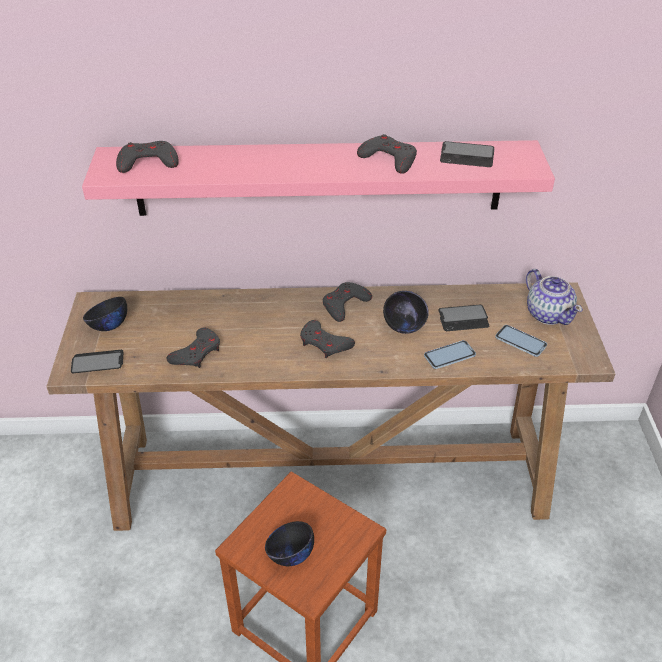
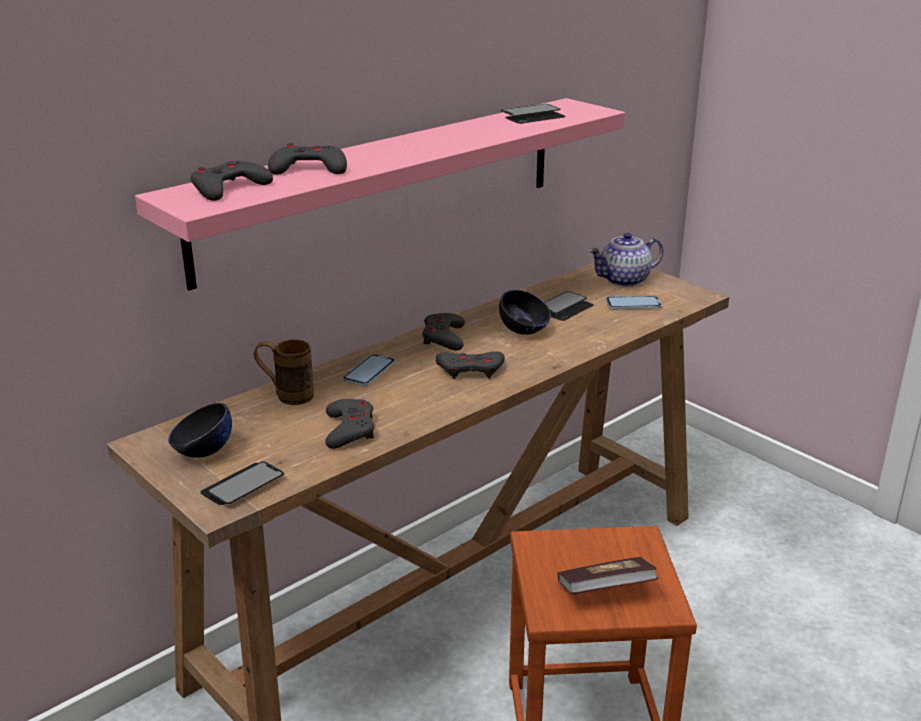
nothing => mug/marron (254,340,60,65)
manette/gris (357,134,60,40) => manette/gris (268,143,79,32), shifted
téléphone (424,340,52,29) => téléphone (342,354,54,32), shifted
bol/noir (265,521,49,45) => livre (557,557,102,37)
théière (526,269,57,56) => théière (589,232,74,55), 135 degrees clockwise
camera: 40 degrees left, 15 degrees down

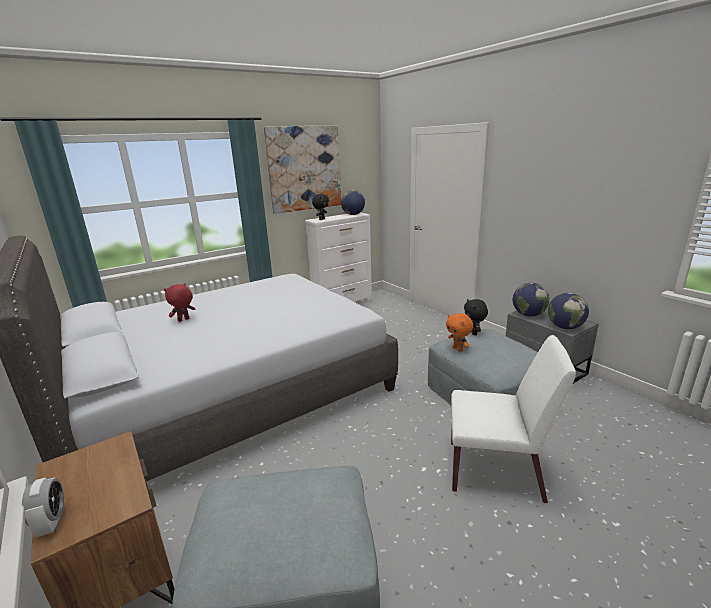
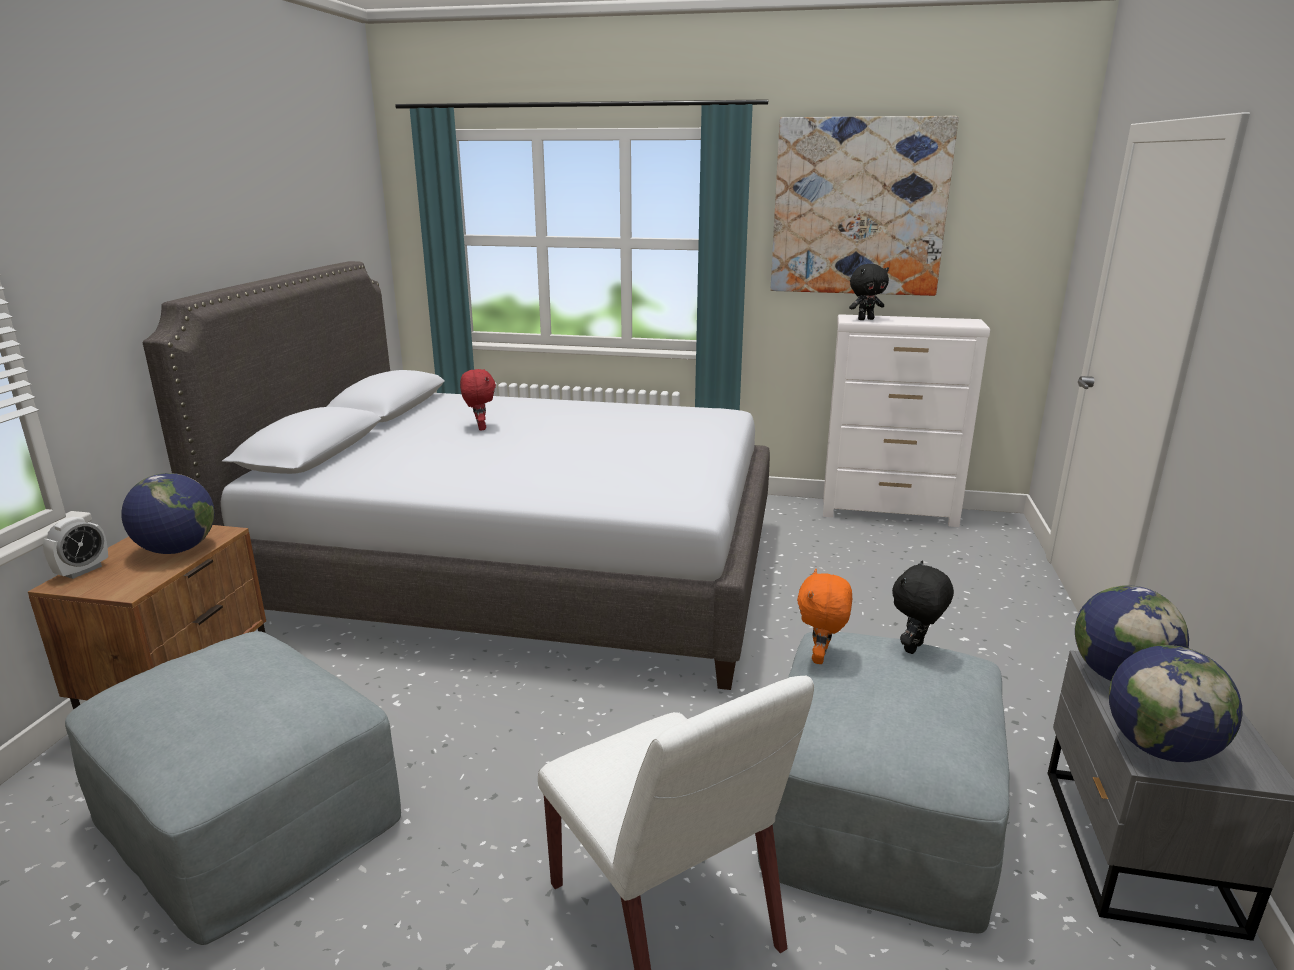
globe (341,190,24,25) => globe (121,473,94,81), shifted
peluche/rouge (164,283,31,39) => peluche/rouge (460,369,36,62), 75 degrees clockwise
camera: 45 degrees right, 0 degrees up

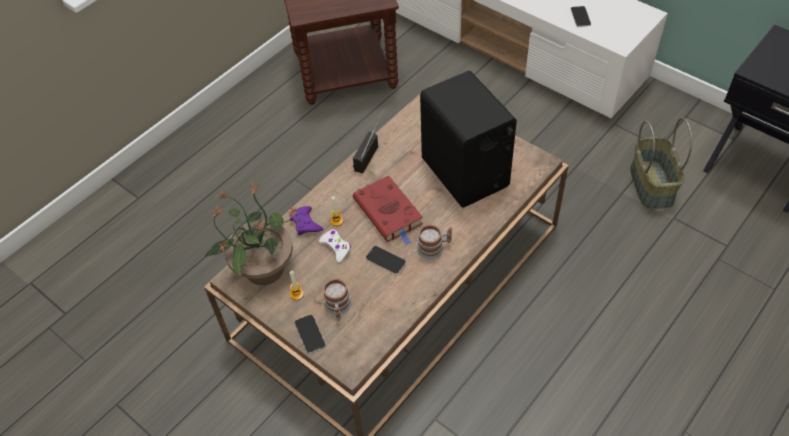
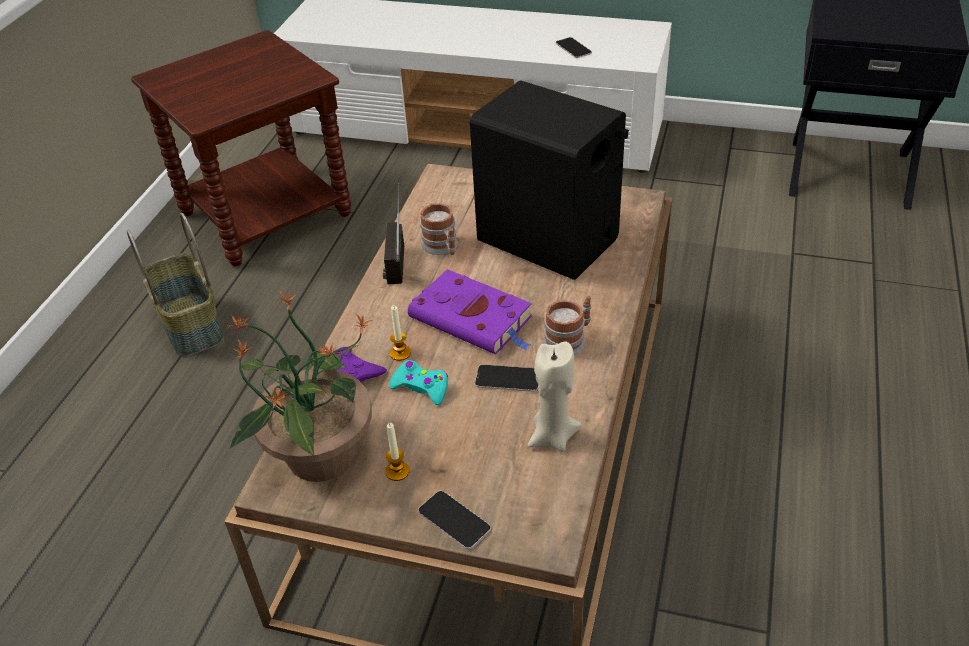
panier (630,118,62,91) => panier (127,213,97,143), shifted
manette/blanc (319,229,32,34) => manette/turquoise (389,360,59,45)
livre/rouge (353,175,70,70) => livre/violet (408,269,124,85)
mug (323,278,29,43) => mug (420,203,38,52), shifted
nothing => bougie/beige (528,341,54,111)
camera: 25 degrees left, 10 degrees down

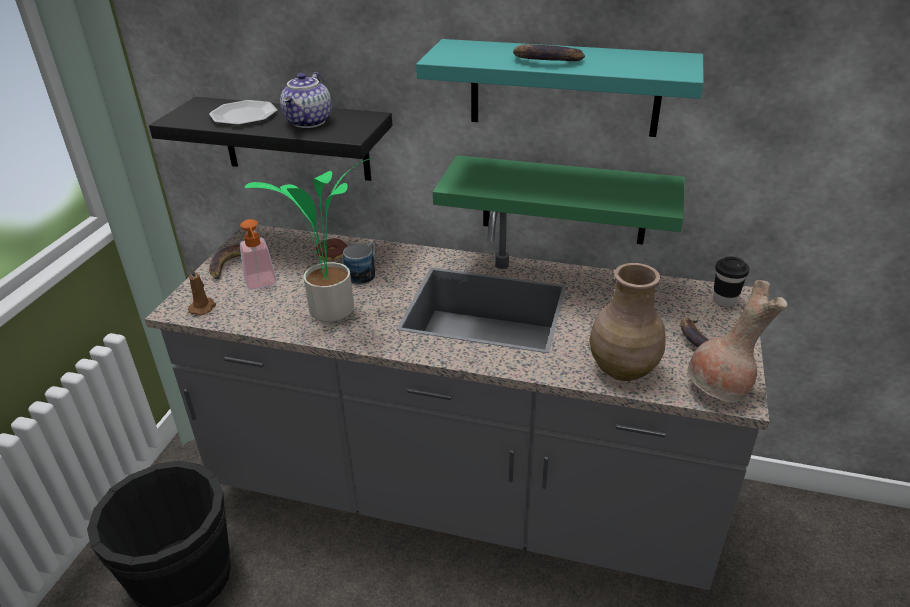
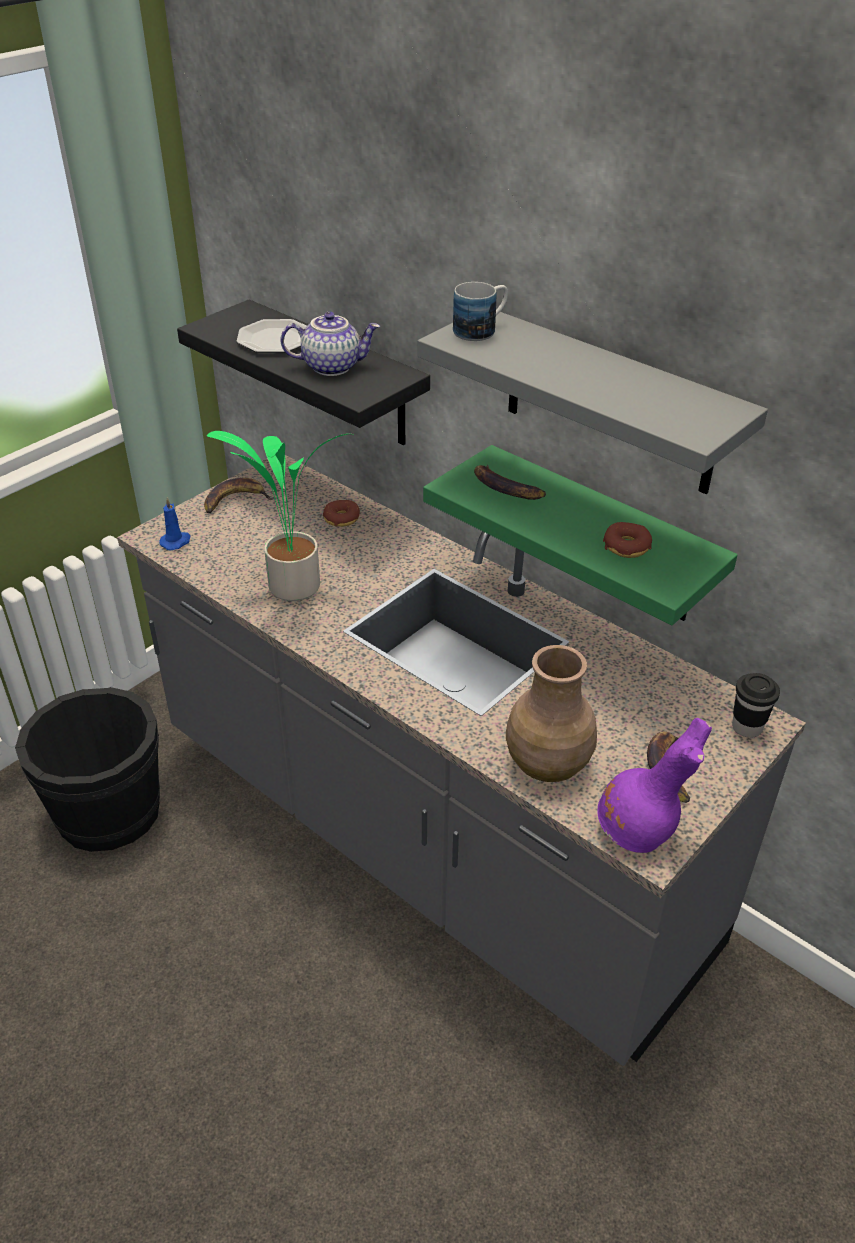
bougie/marron (188,267,28,48) => bougie/bleu (159,497,32,53)
théière (280,72,52,56) => théière (280,311,100,65), 135 degrees counterclockwise
étagère/turquoise (416,39,288,98) => étagère/gris (418,312,350,182)
mug (343,242,32,43) => mug (453,282,55,59), shifted
banane (513,45,72,16) => banane (474,464,72,36), shifted
vase/marron (687,280,100,123) => vase/violet (597,718,115,135)
nothing => beignet (603,522,49,36)
distributeur de savon (240,219,37,71) => nothing
camera: 25 degrees right, 5 degrees up

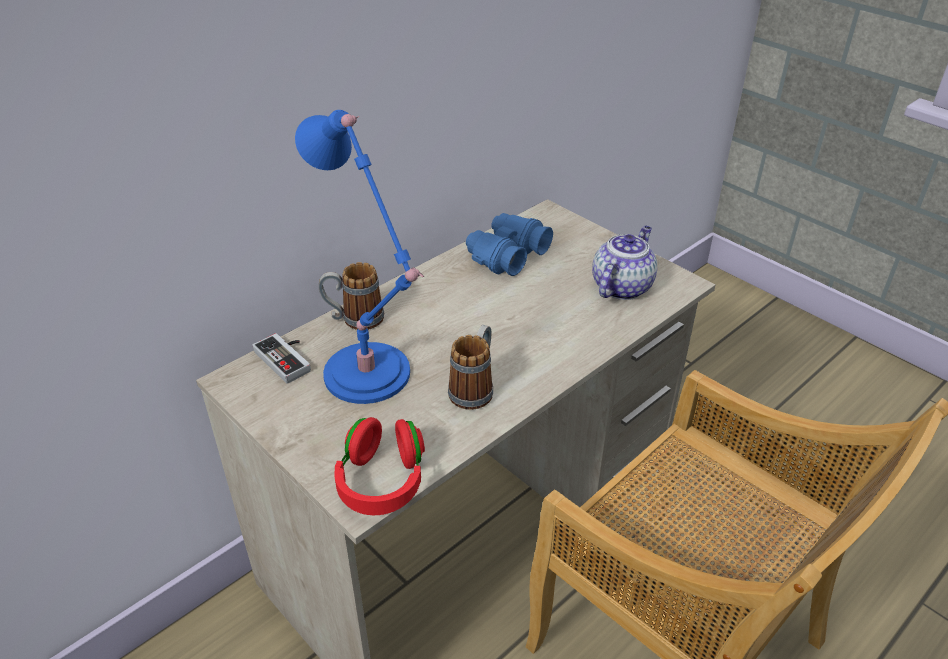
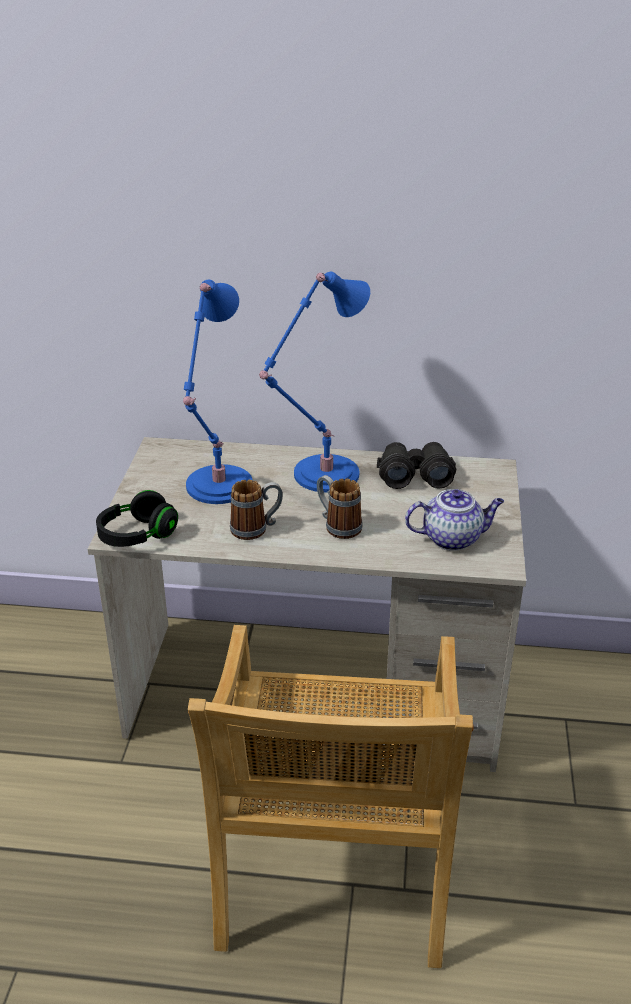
casque audio/rouge (334,417,91,98) => casque audio/noir (96,490,82,57)
nothing => lampe de table/bleu (259,272,111,221)
mug (319,262,65,68) => mug (317,475,46,64), shifted
jumelles/bleu (466,213,87,63) => jumelles/noir (377,442,79,47)
manette (253,333,58,51) => nothing
camera: 50 degrees right, 5 degrees down

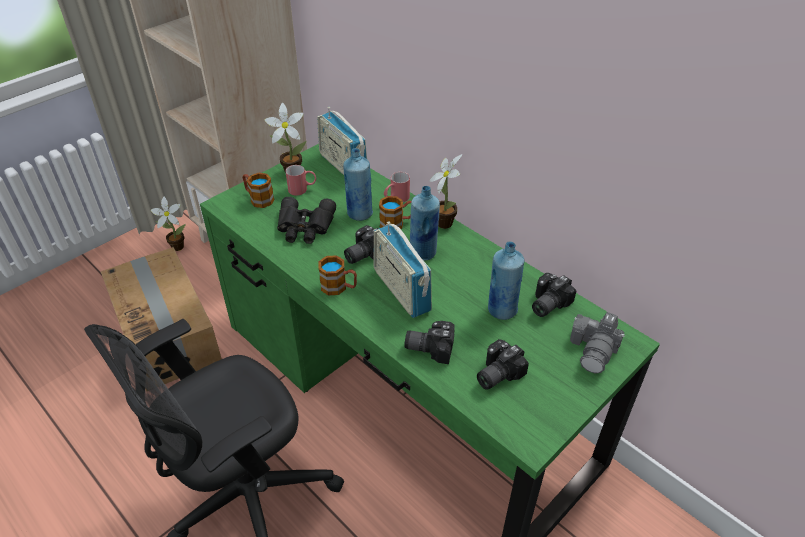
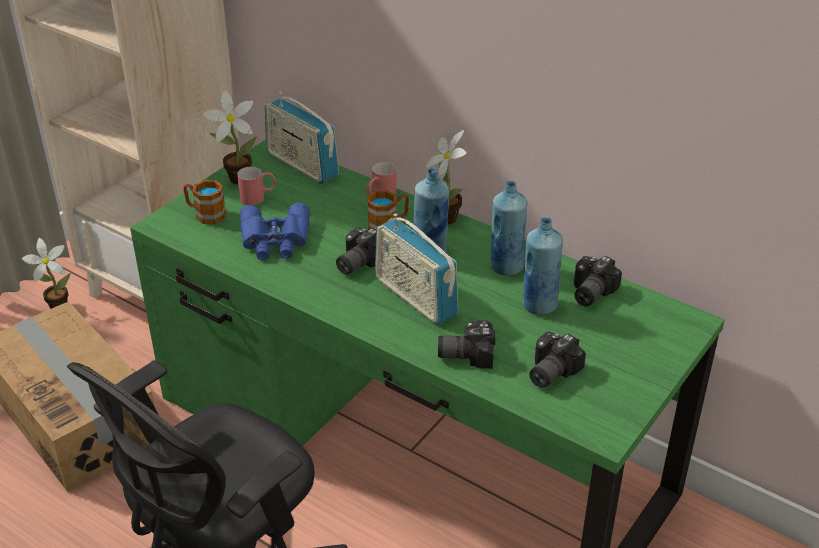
jumelles/noir (277,197,59,47) => jumelles/bleu (240,203,70,57)
bouteille/bleu (343,148,30,73) => bouteille/bleu (490,181,38,95), shifted
mug (318,255,39,40) => nothing
appareil photo (570,312,55,62) => nothing
camera: 10 degrees left, 5 degrees down

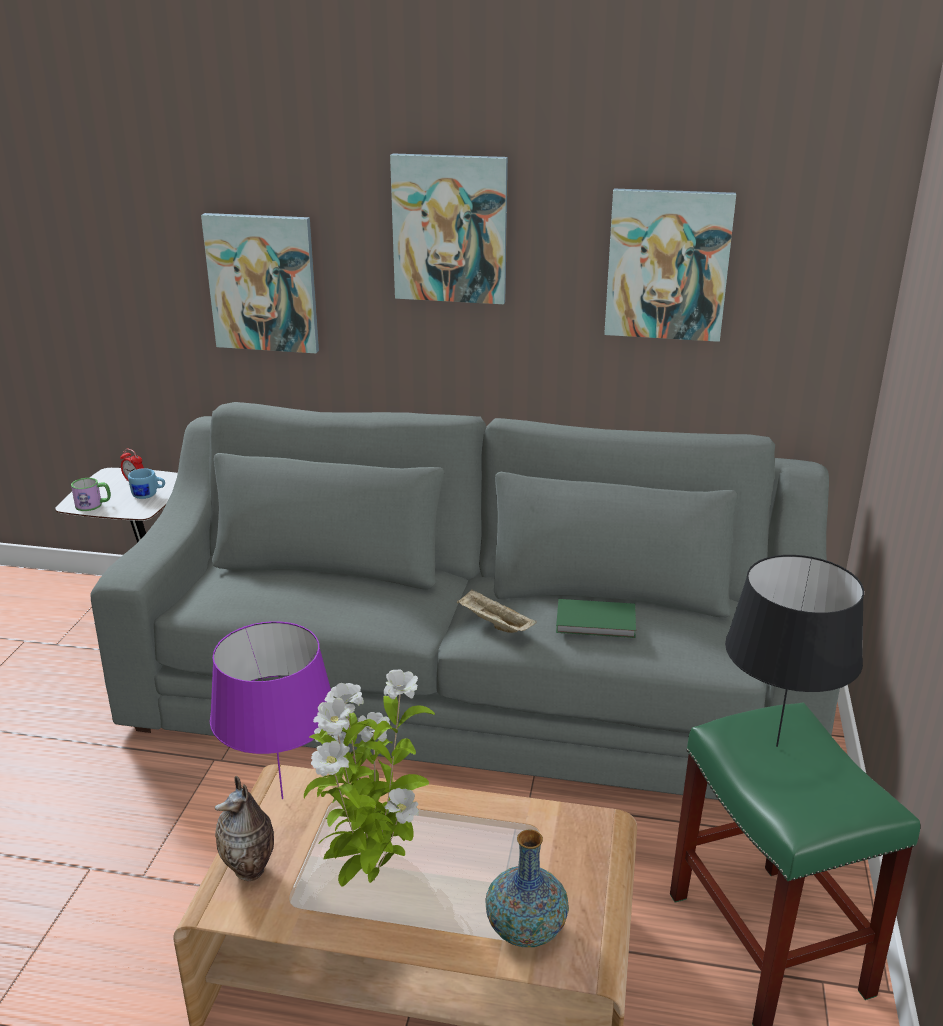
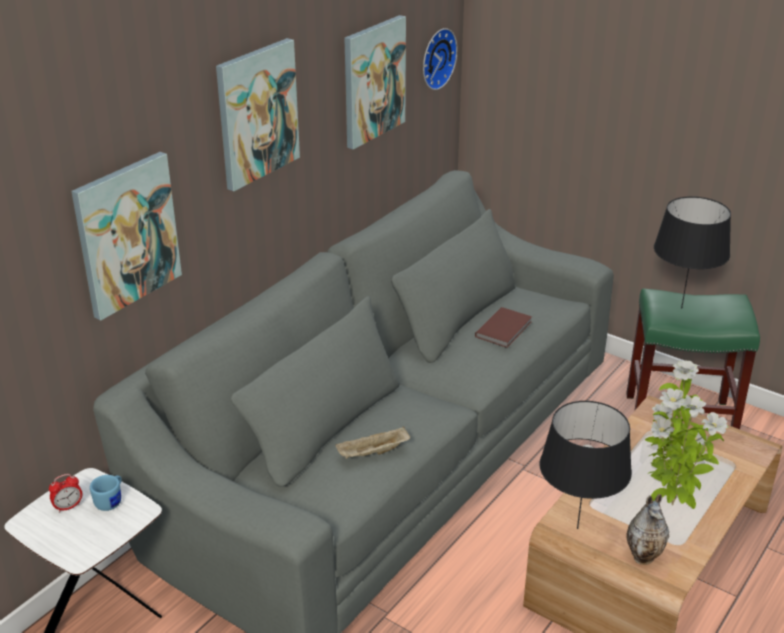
plateau/beige (457,590,80,43) => plateau/beige (335,427,75,32), shifted
nothing => horloge murale (423,28,35,62)
livre/vert (556,599,80,39) => livre/marron (475,307,57,41)
lampe de table/violet (210,621,121,178) => lampe de table/noir (540,401,92,128)
mug (71,478,40,33) => nothing
vase (485,829,84,118) => nothing
camera: 65 degrees left, 5 degrees up

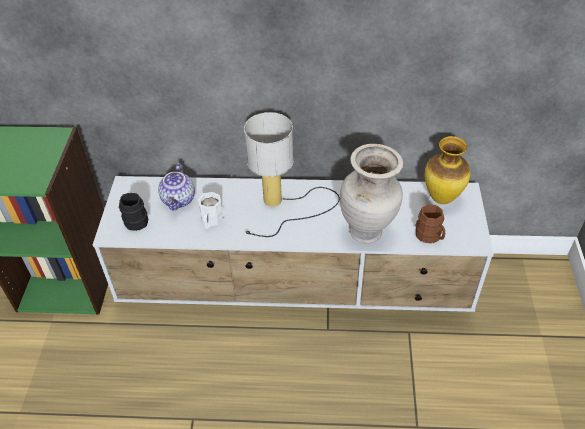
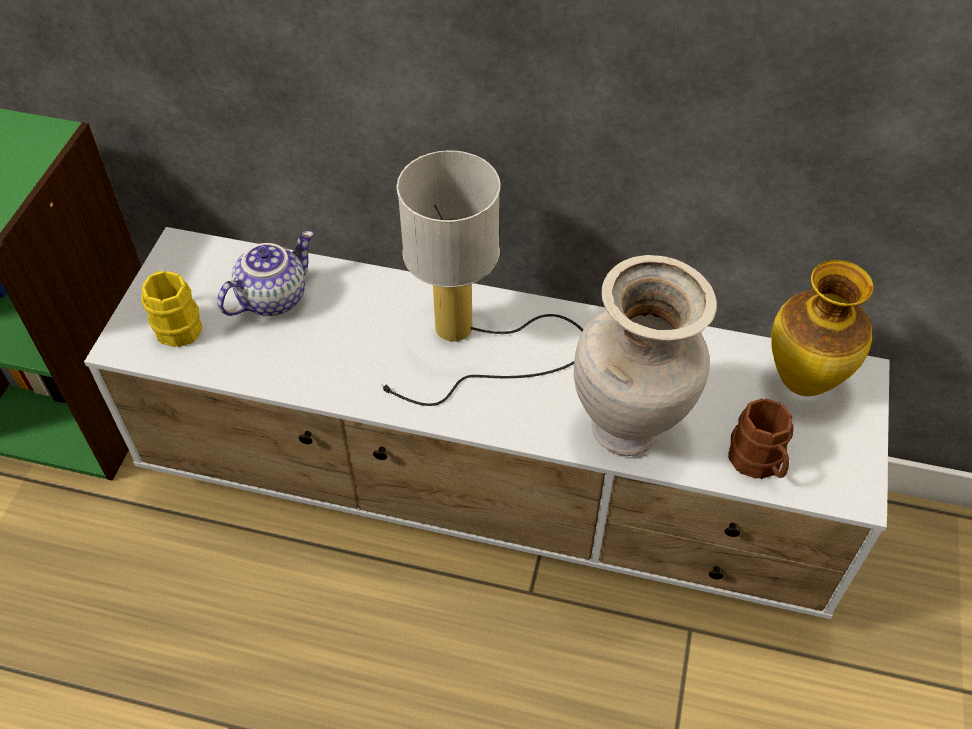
mug/noir (119,193,29,38) => mug/jaune (141,271,61,76)
théière (158,163,37,47) => théière (217,231,97,85), 150 degrees counterclockwise
mug/blanc (198,192,26,37) => nothing
camera: 10 degrees right, 5 degrees up

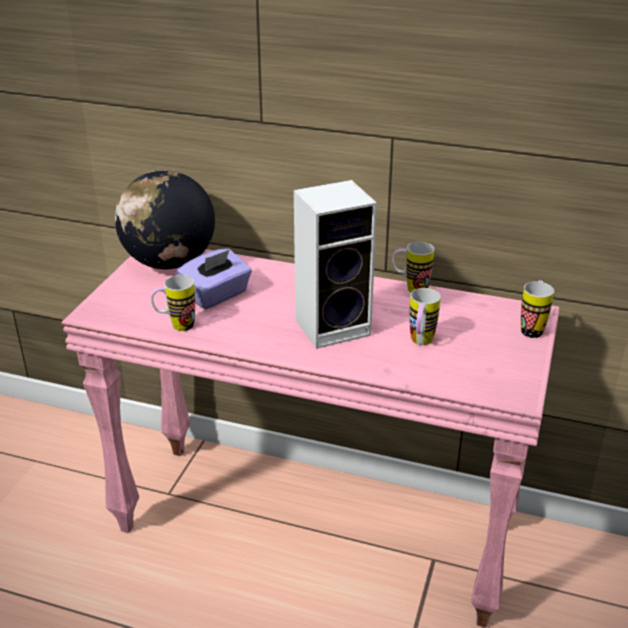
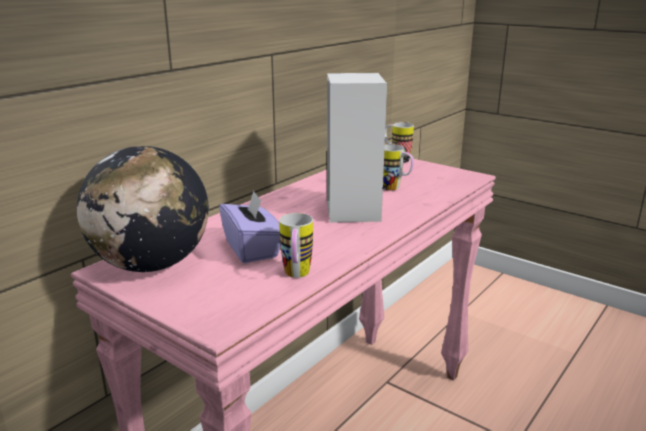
mug (392,242,42,50) => nothing
camera: 70 degrees left, 10 degrees down

